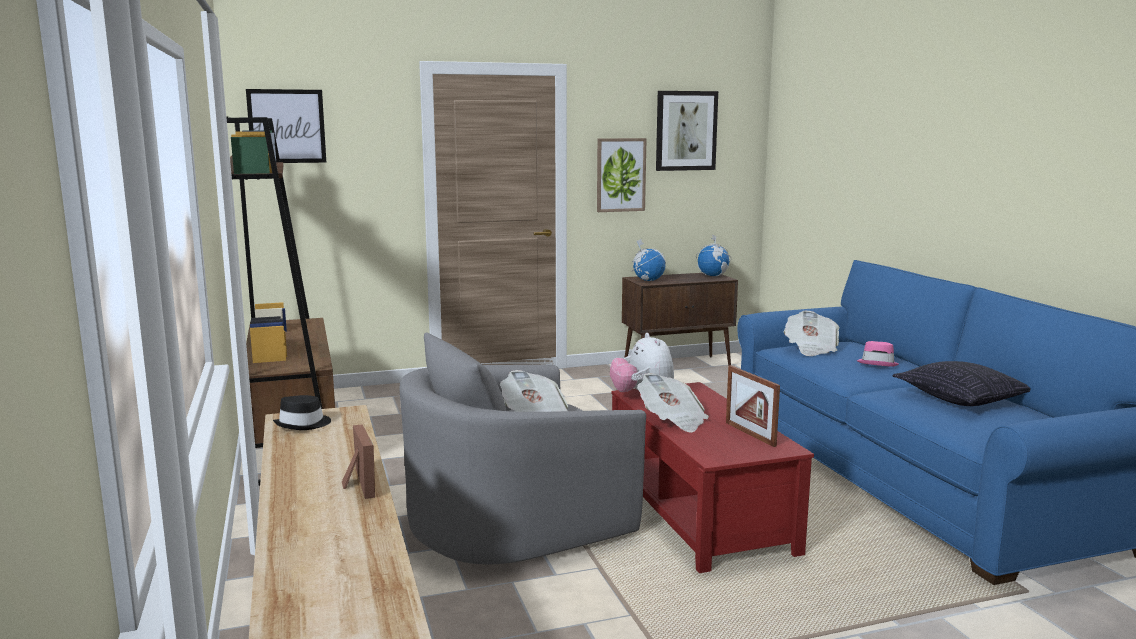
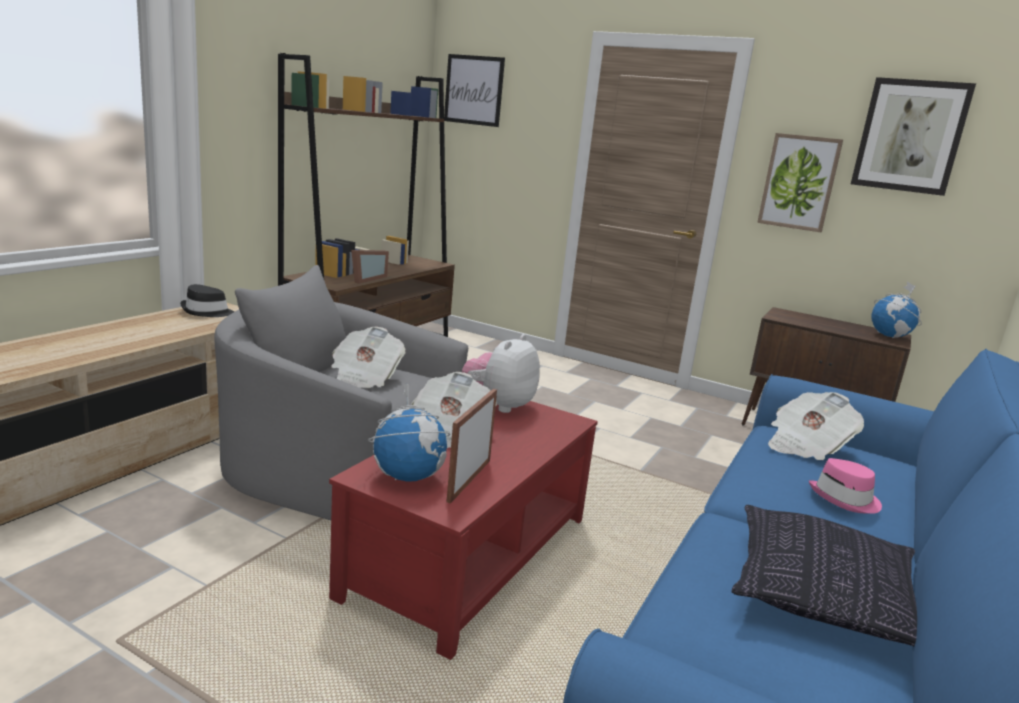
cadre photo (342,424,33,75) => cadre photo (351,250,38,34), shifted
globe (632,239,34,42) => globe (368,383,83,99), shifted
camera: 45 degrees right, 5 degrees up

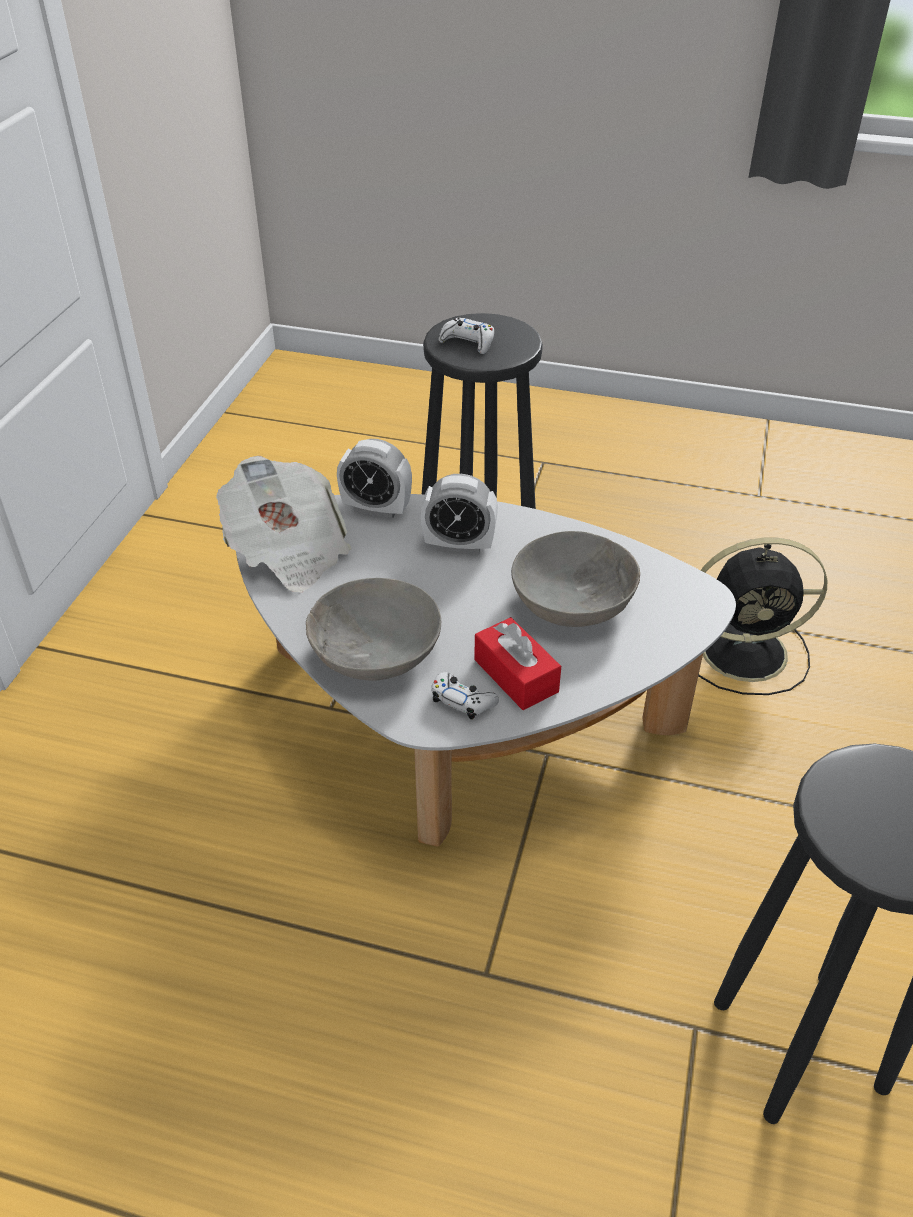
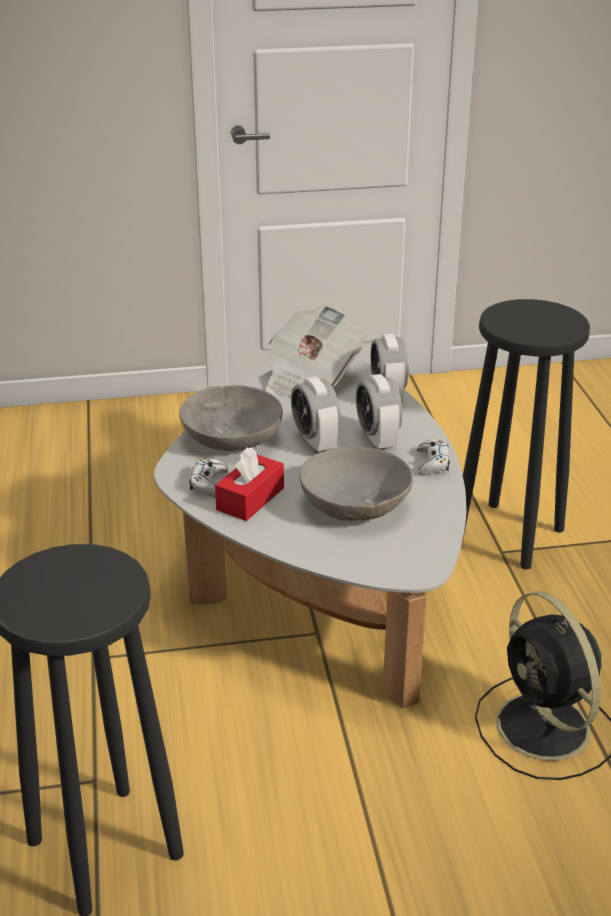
nothing => réveil (291,377,49,77)
manette/blanc (439,318,55,36) => manette/blanc (417,439,33,37), shifted
camera: 65 degrees right, 10 degrees down

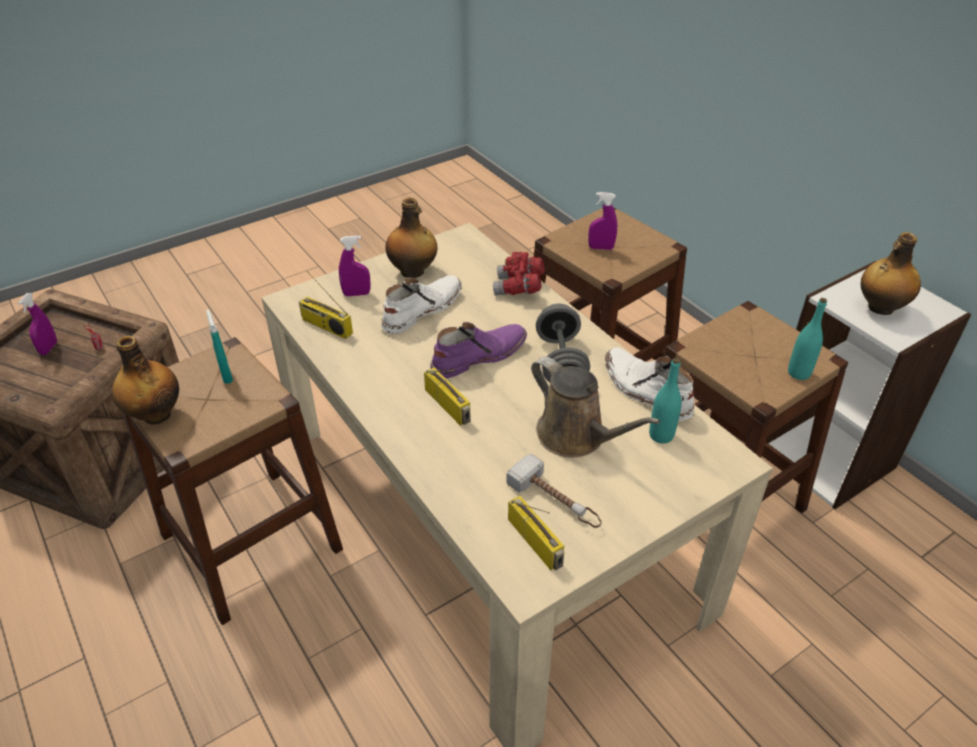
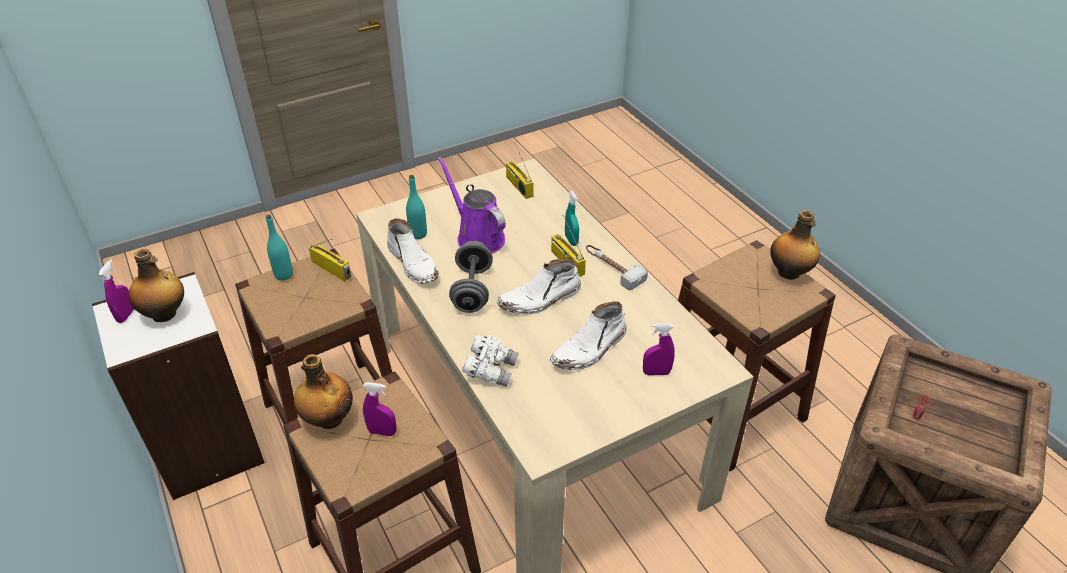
vaporisateur/violet (18,293,39,62) => vaporisateur/violet (98,259,36,64), shifted
bouteille (385,197,52,81) => bouteille (294,354,59,75), shifted
radio (299,271,54,68) => radio (308,239,43,42), shifted
arrosoir/marron (531,356,129,101) => arrosoir/violet (438,157,68,96)
jumelles/rouge (493,252,52,43) => jumelles/blanc (462,335,57,52)
botte/violet (430,322,97,56) => botte/blanc (497,259,84,55)
vaporisateur/turquoise (206,310,27,74) => vaporisateur/turquoise (565,191,14,55), shifted
marteau (506,454,96,74) => marteau (586,245,62,45), shifted
camera: 175 degrees left, 0 degrees up

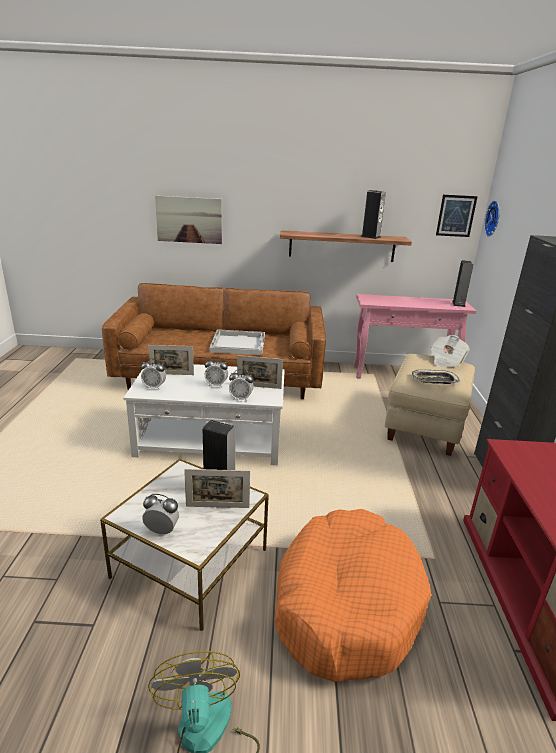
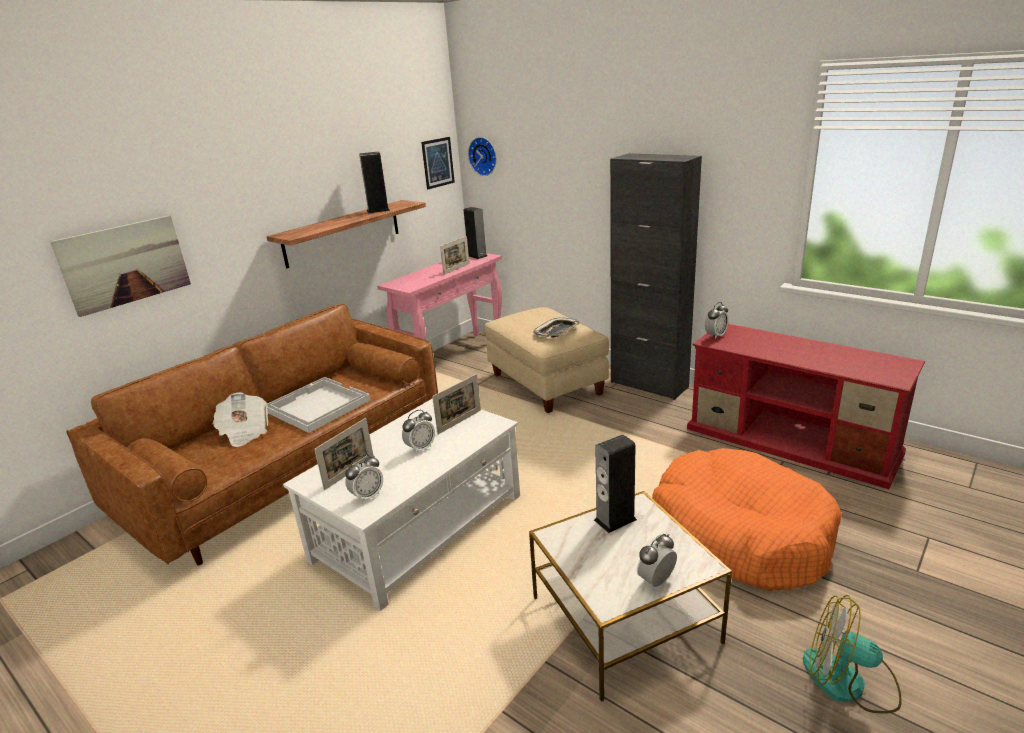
journal (431,335,39,32) => journal (213,392,55,55), shifted
cadre photo (184,469,66,39) => cadre photo (440,236,30,39), shifted
réveil (229,369,25,32) => réveil (705,302,24,37), shifted
camera: 50 degrees left, 0 degrees up

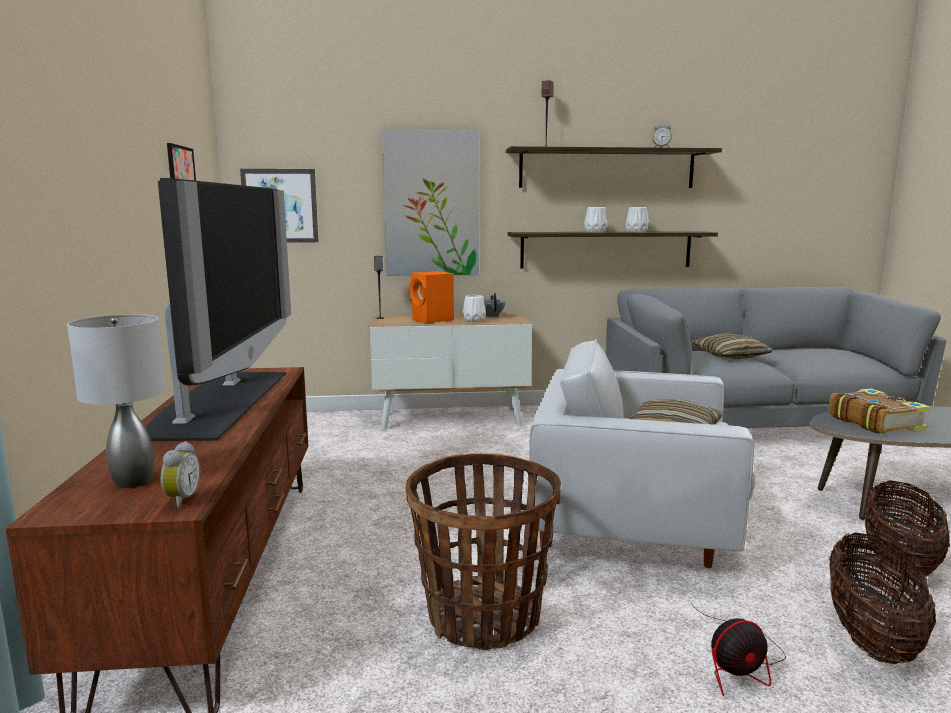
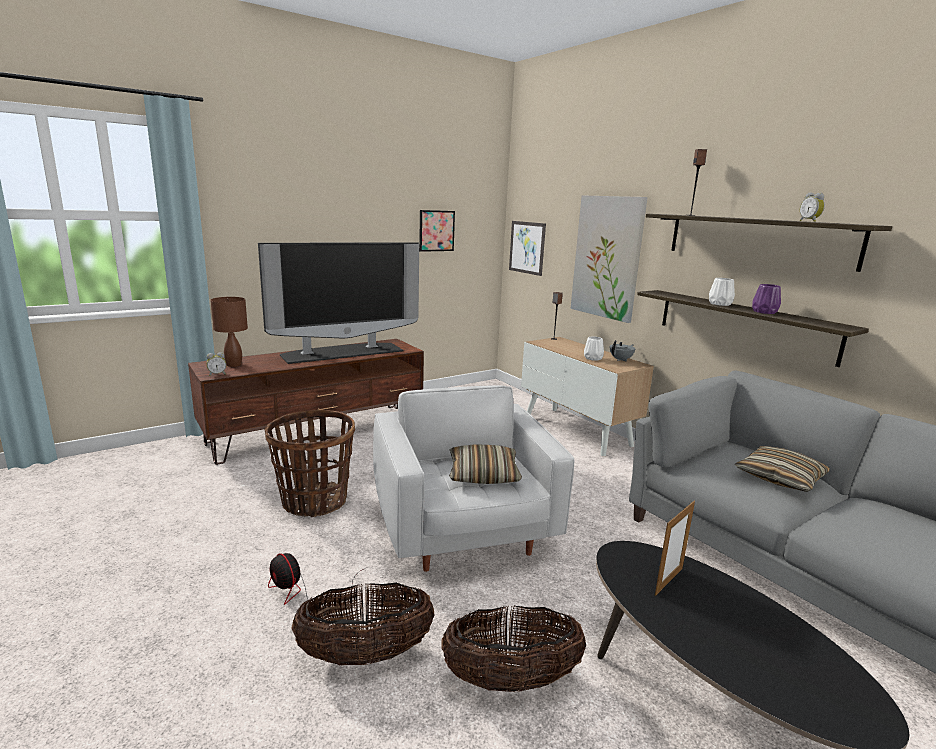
lampe de table/gris (67,314,99,174) => lampe de table/marron (210,297,38,70)
livre (829,389,102,45) => cadre photo (655,501,40,95)
vase/blanc (626,207,23,25) => vase/violet (752,284,29,30)
enceinte/orange (410,271,44,52) => nothing
camera: 60 degrees right, 5 degrees up

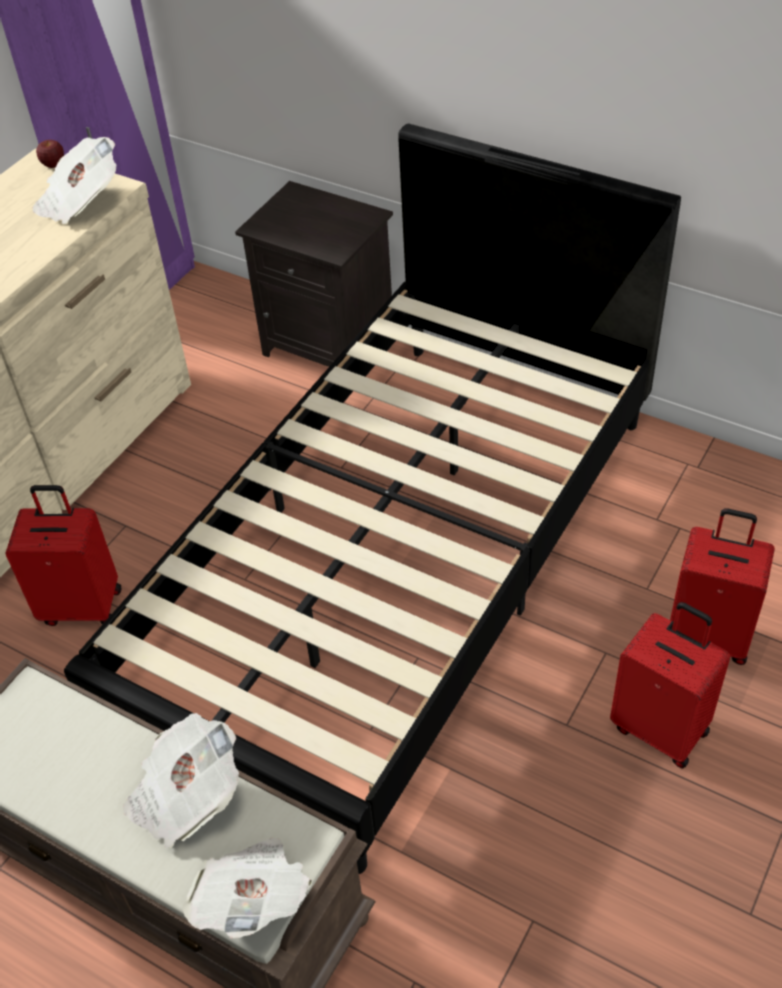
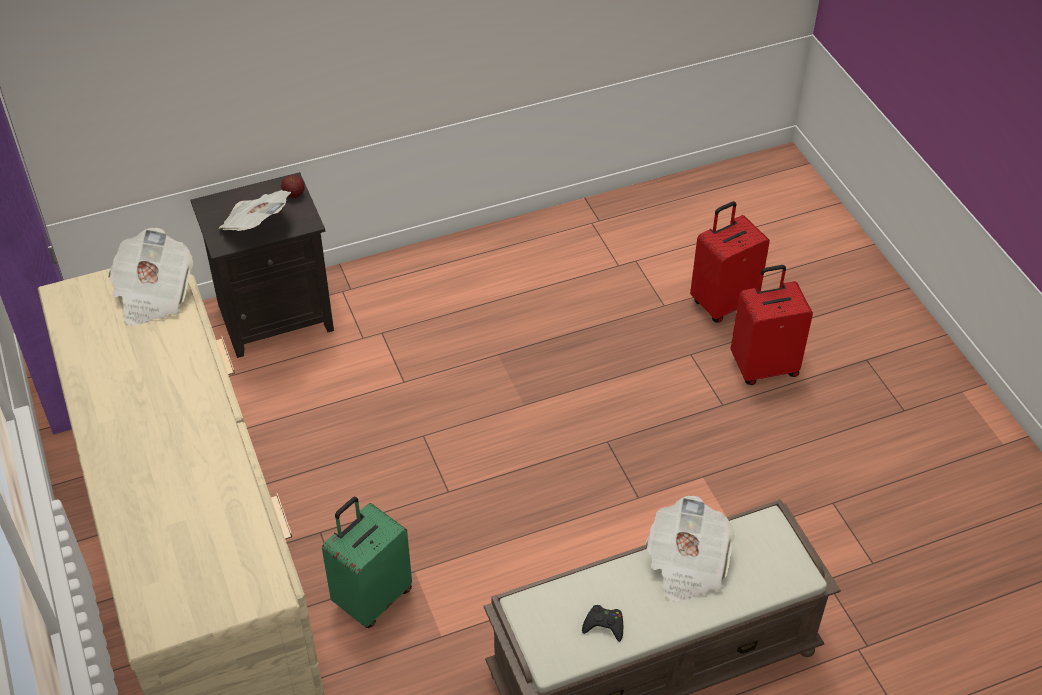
journal (182,838,130,101) => journal (218,190,73,41), shifted
pomme (36,140,28,28) => pomme (281,175,24,23), shifted
valise/rouge (5,485,117,141) => valise/vert (322,497,90,131)
nothing => manette/noir (582,605,41,37)
lit/noir (64,123,617,751) => nothing
camera: 55 degrees left, 0 degrees up

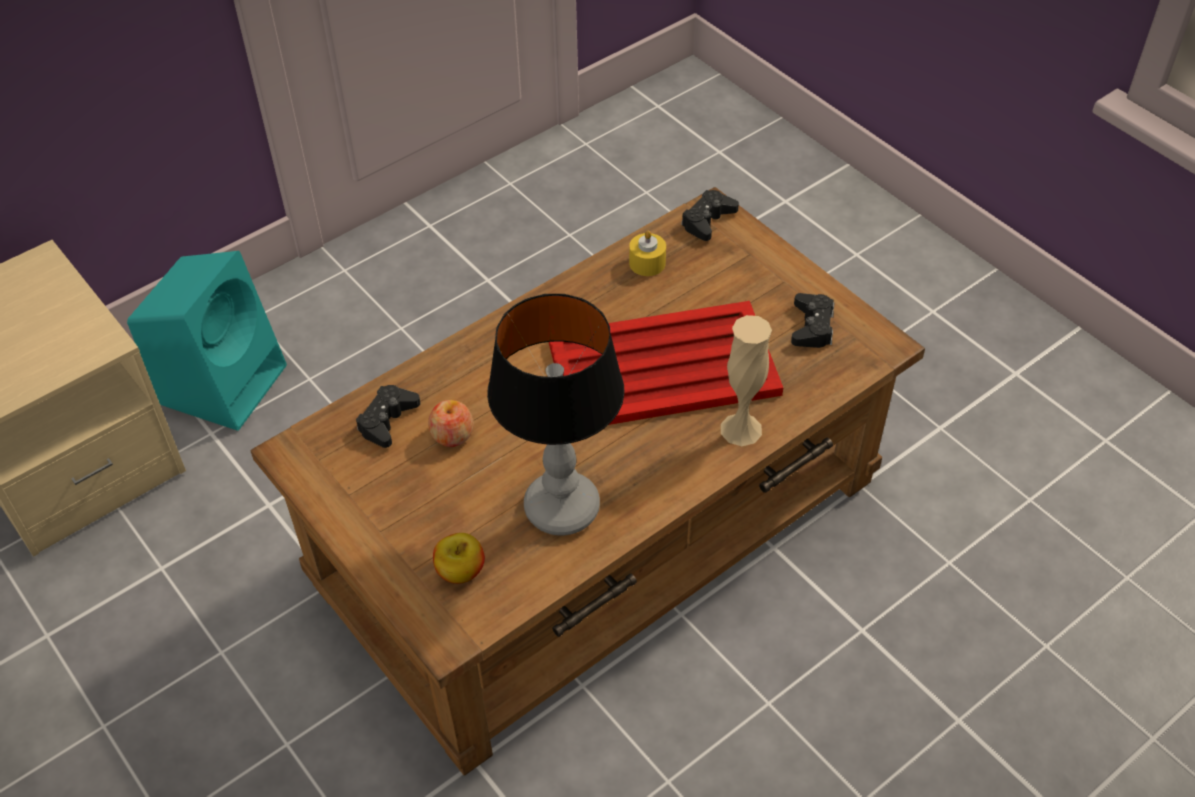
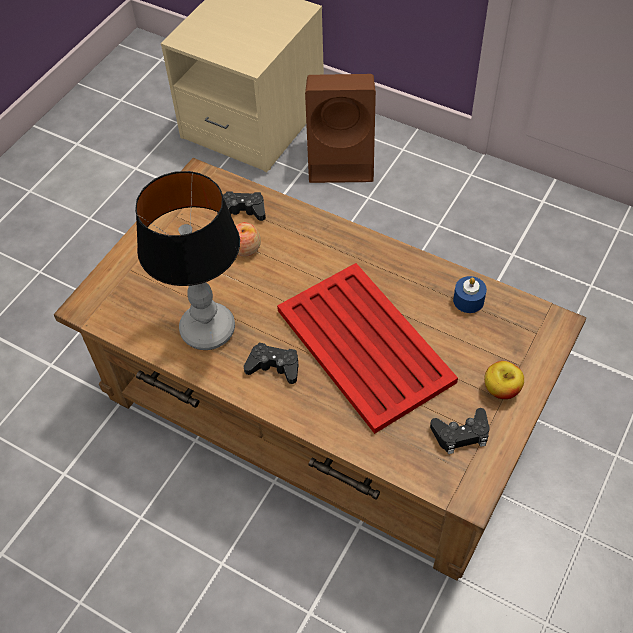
manette/noir (681,190,58,51) => manette/noir (244,343,55,41), shifted
enceinte/turquoise (127,251,160,180) => enceinte/marron (305,74,71,109)
bougie/jaune (629,231,37,45) => bougie/bleu (453,276,34,37)
pomme (433,533,52,51) => pomme (484,361,40,38), shifted
vase/beige (721,315,51,131) => nothing
camera: 70 degrees right, 5 degrees up

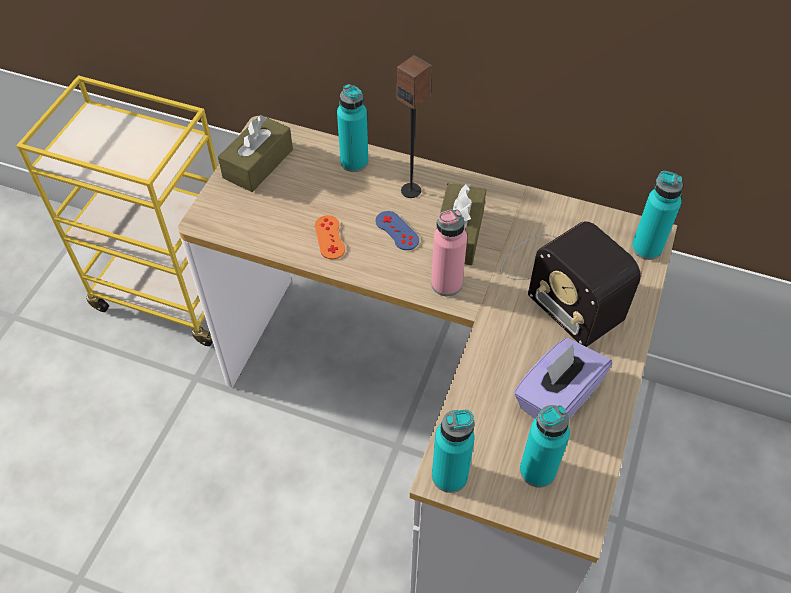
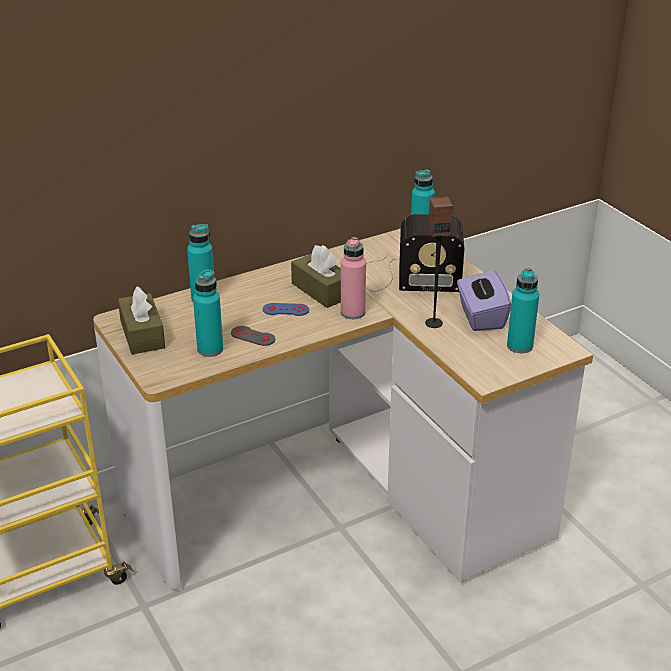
bouteille/turquoise (432,409,43,84) => bouteille/turquoise (193,269,30,88), shifted
manette/orange (315,215,30,44) => manette/gris (231,326,44,20)
enceinte (397,55,35,143) => enceinte (425,197,28,131), shifted
camera: 50 degrees left, 20 degrees down

